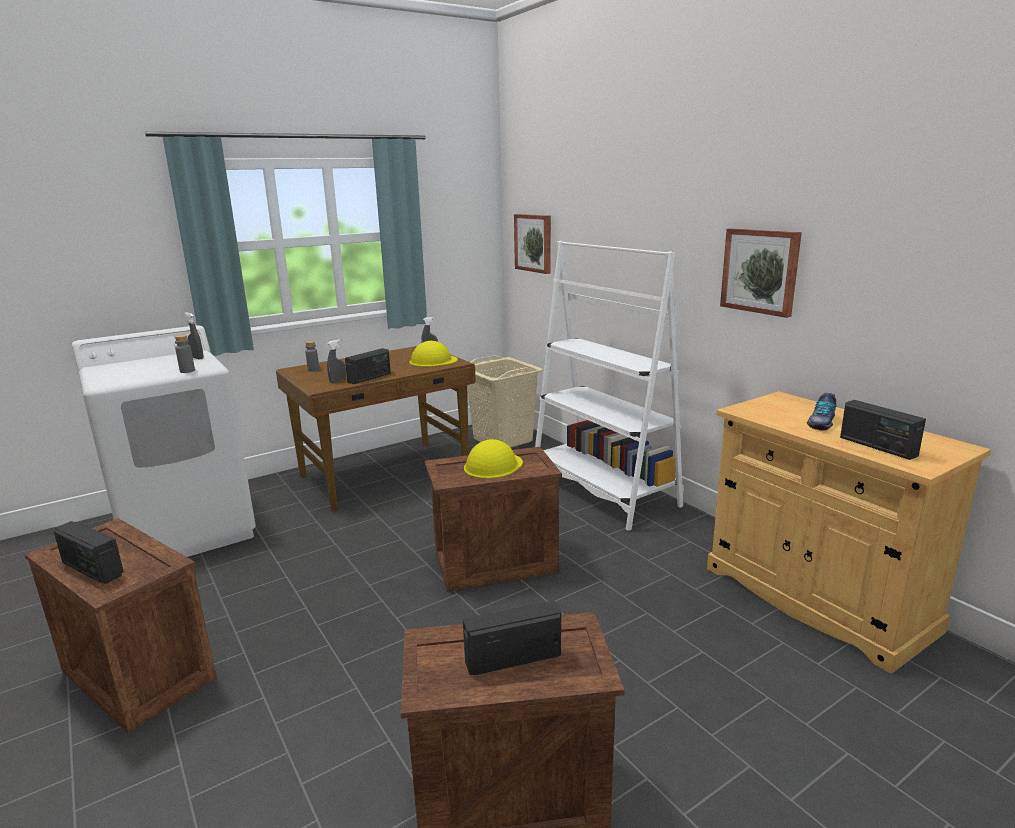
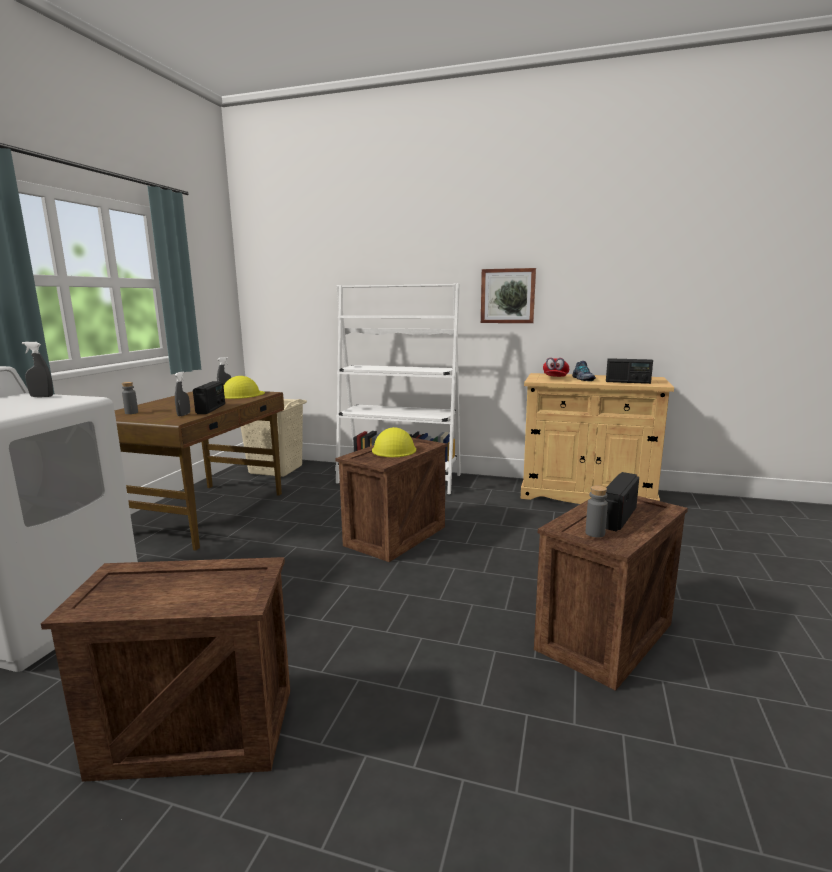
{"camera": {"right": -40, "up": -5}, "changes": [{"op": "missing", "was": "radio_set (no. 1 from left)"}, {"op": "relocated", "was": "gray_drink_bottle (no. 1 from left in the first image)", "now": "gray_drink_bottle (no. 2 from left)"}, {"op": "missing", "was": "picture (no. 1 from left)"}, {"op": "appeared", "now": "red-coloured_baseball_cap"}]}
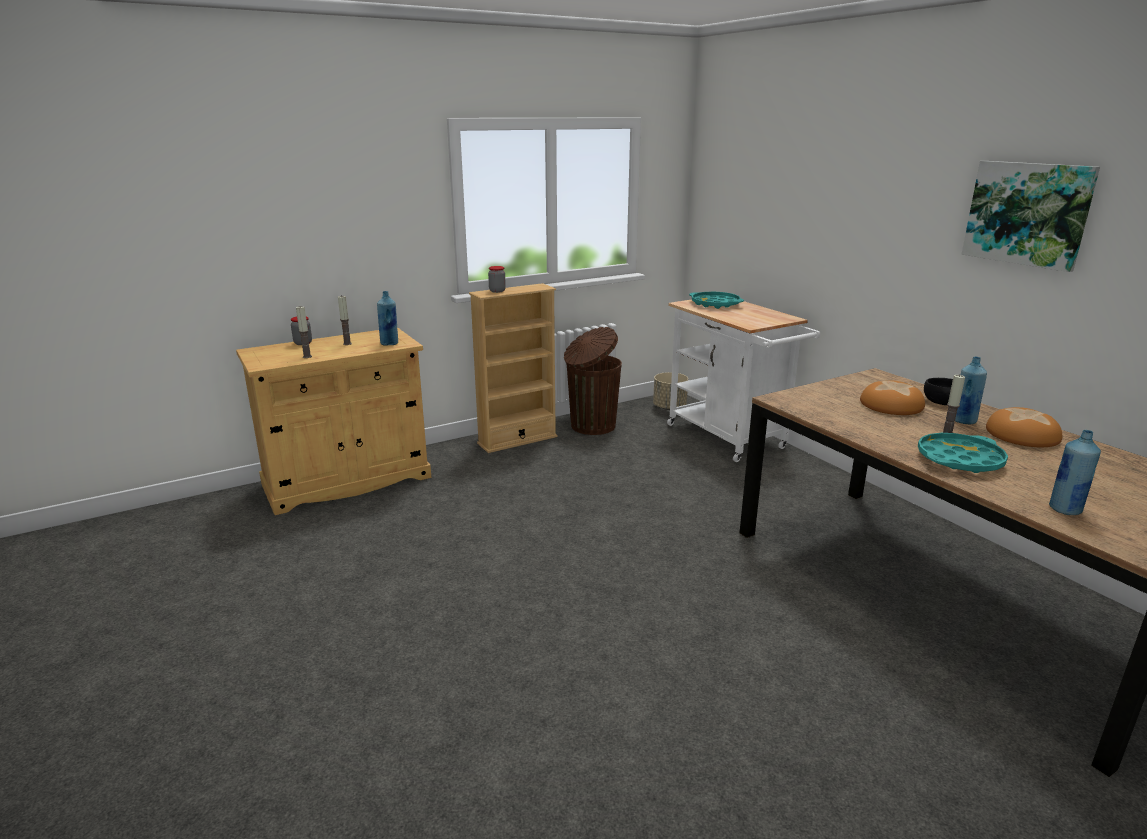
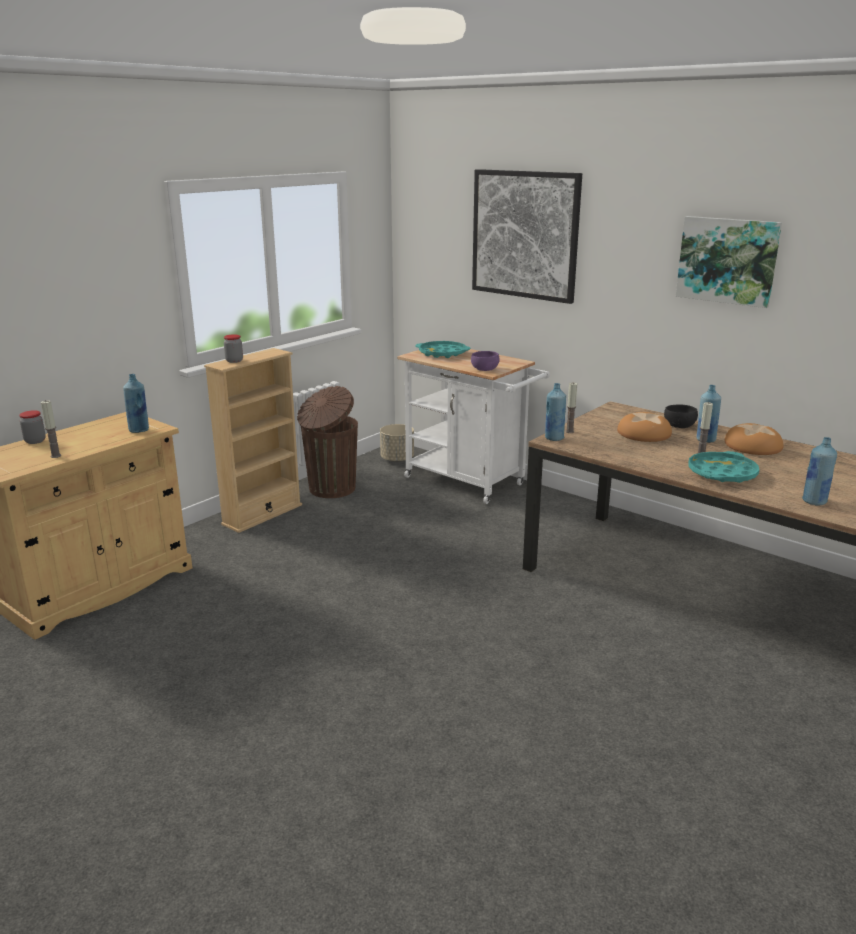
{"camera": {"right": -20, "up": 0}, "changes": [{"op": "relocated", "was": "wax_candle (no. 2 from left)"}, {"op": "appeared", "now": "purple-coloured_deep_dish"}, {"op": "appeared", "now": "picture (no. 1 from left)"}, {"op": "appeared", "now": "blue-coloured_drink_bottle (no. 2 from left)"}]}
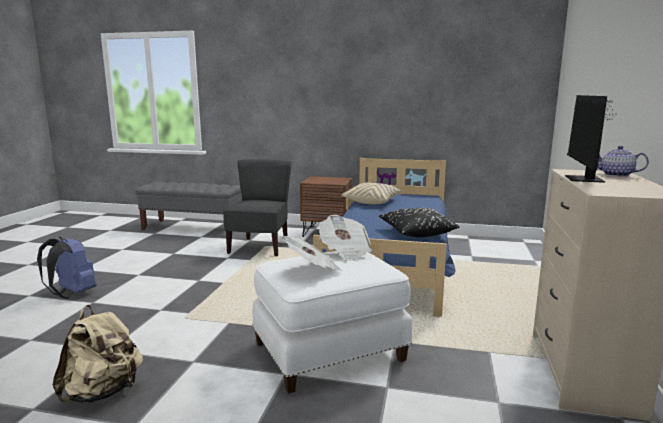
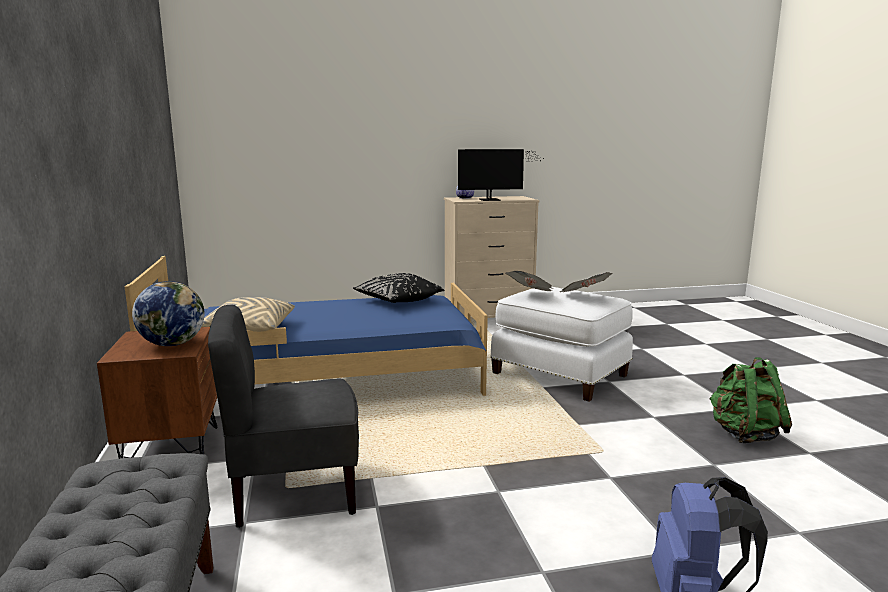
{"camera": {"right": -115, "up": 0}, "changes": [{"op": "colour", "was": "beige-coloured_knapsack", "now": "green_knapsack"}, {"op": "appeared", "now": "desk_globe"}]}
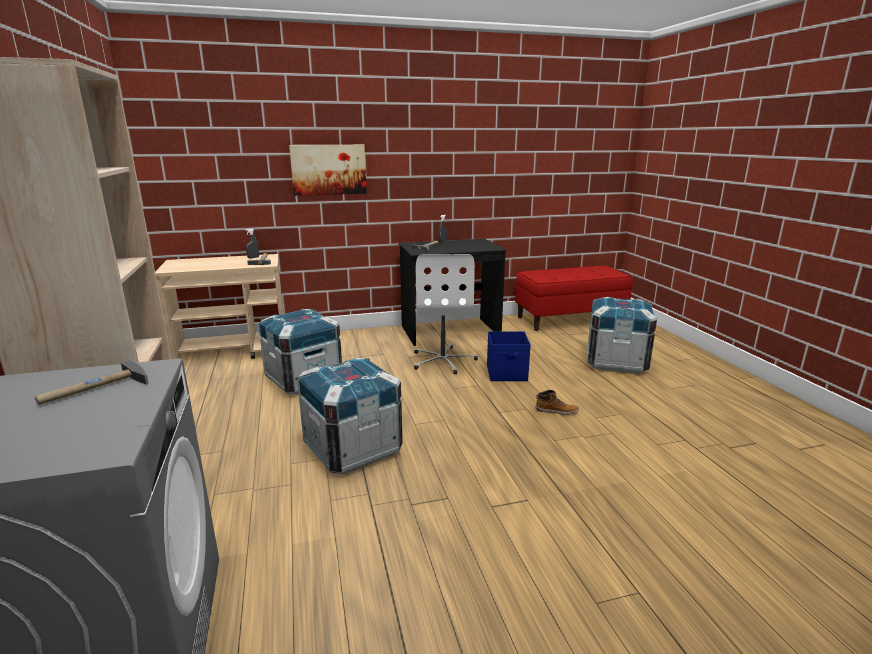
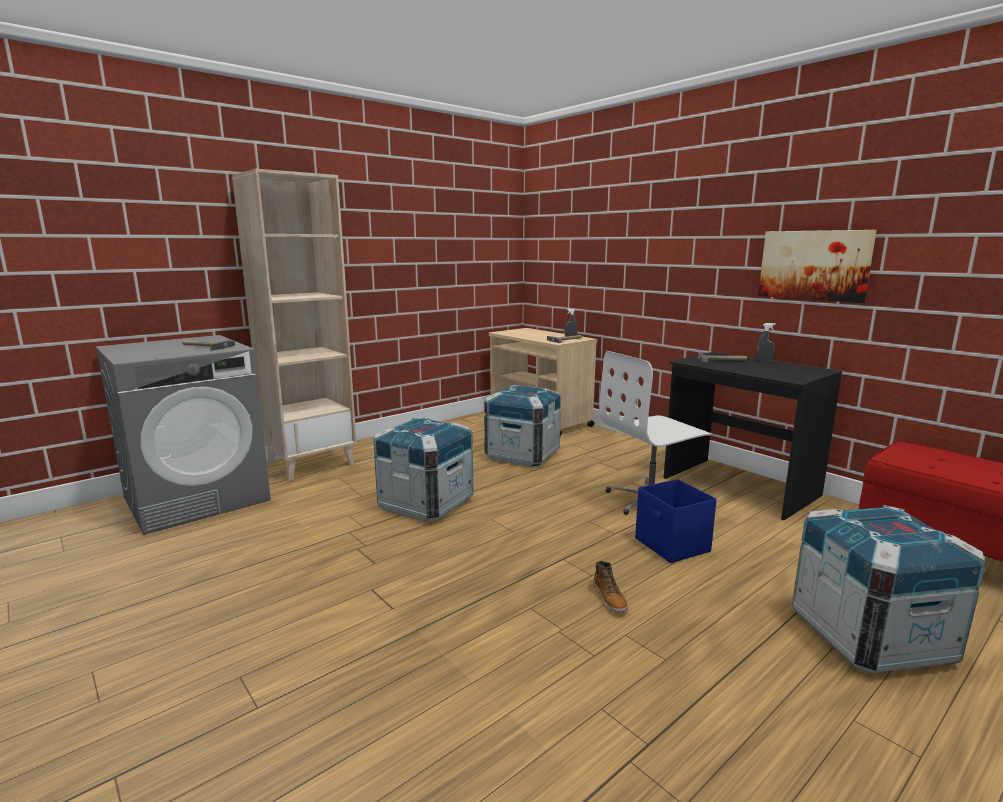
{"camera": {"right": 65, "up": -5}, "changes": [{"op": "relocated", "was": "picture"}]}
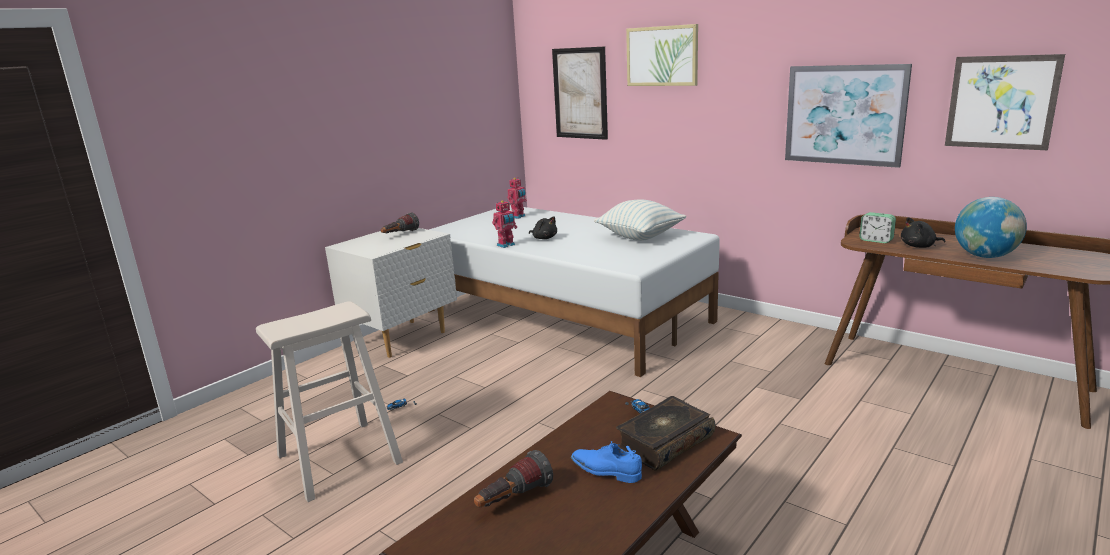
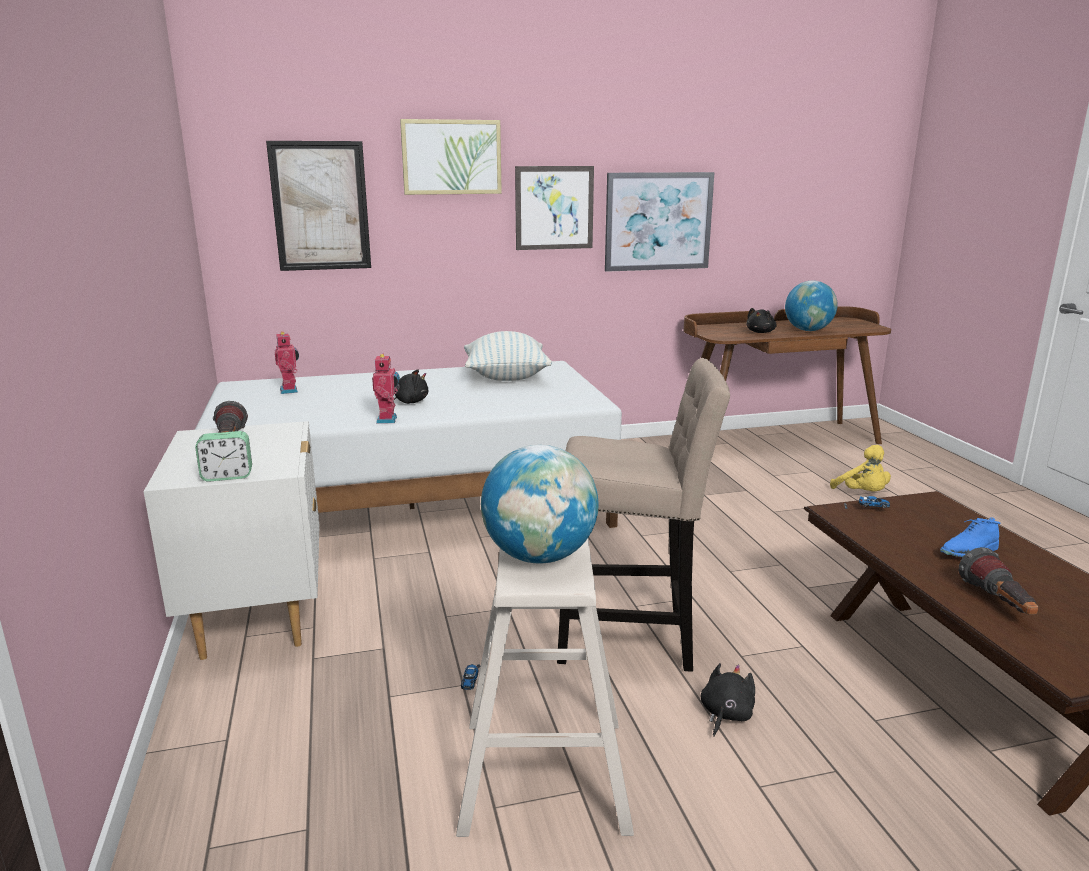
{"camera": {"right": -55, "up": 0}, "changes": [{"op": "missing", "was": "bound_book"}, {"op": "relocated", "was": "alarm_clock"}, {"op": "relocated", "was": "picture (no. 4 from left in the first image)", "now": "picture (no. 3 from left)"}, {"op": "appeared", "now": "desk_globe (no. 1 from left)"}, {"op": "appeared", "now": "beige-coloured_stool (no. 2 from left)"}, {"op": "appeared", "now": "black_cuddly_toy (no. 2 from left)"}, {"op": "appeared", "now": "yellow-coloured_cuddly_toy"}]}
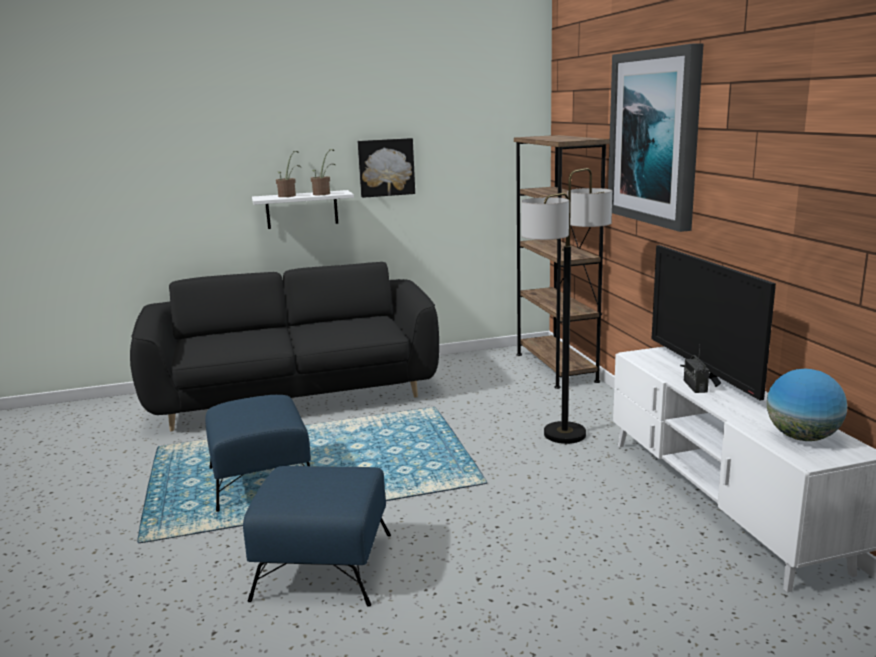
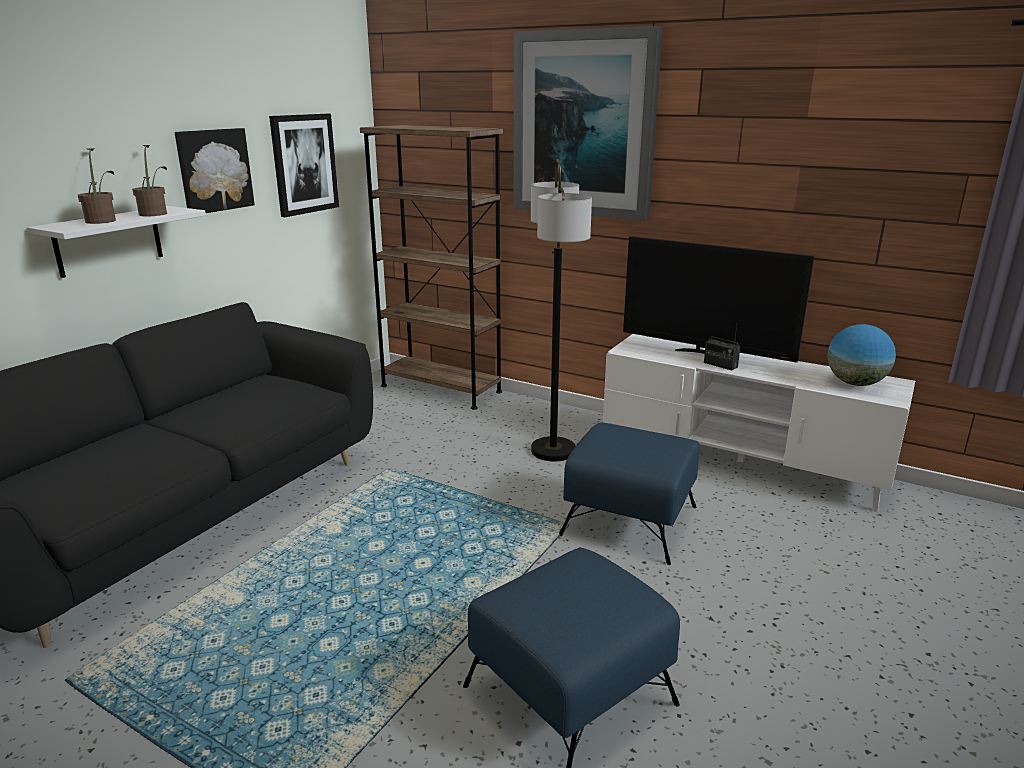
{"camera": {"right": -45, "up": 5}, "changes": [{"op": "relocated", "was": "blue-coloured_footrest (no. 1 from left in the first image)", "now": "blue-coloured_footrest (no. 2 from left)"}, {"op": "appeared", "now": "picture (no. 2 from left)"}]}
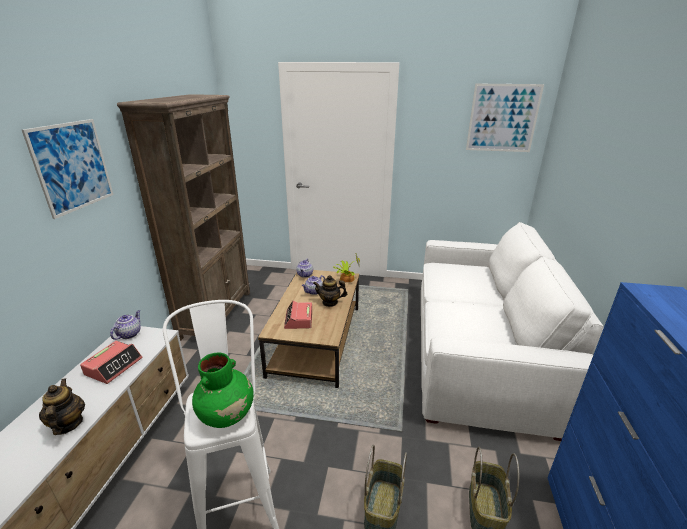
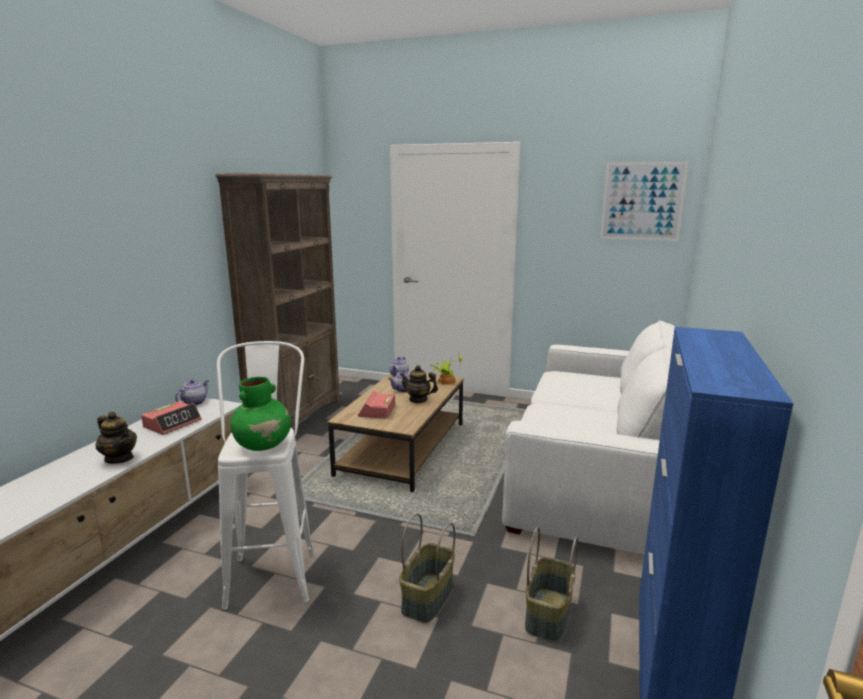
{"camera": {"right": 10, "up": -10}, "changes": [{"op": "missing", "was": "picture (no. 1 from left)"}, {"op": "spun", "was": "teapot (no. 1 from left)", "clockwise": 135}]}
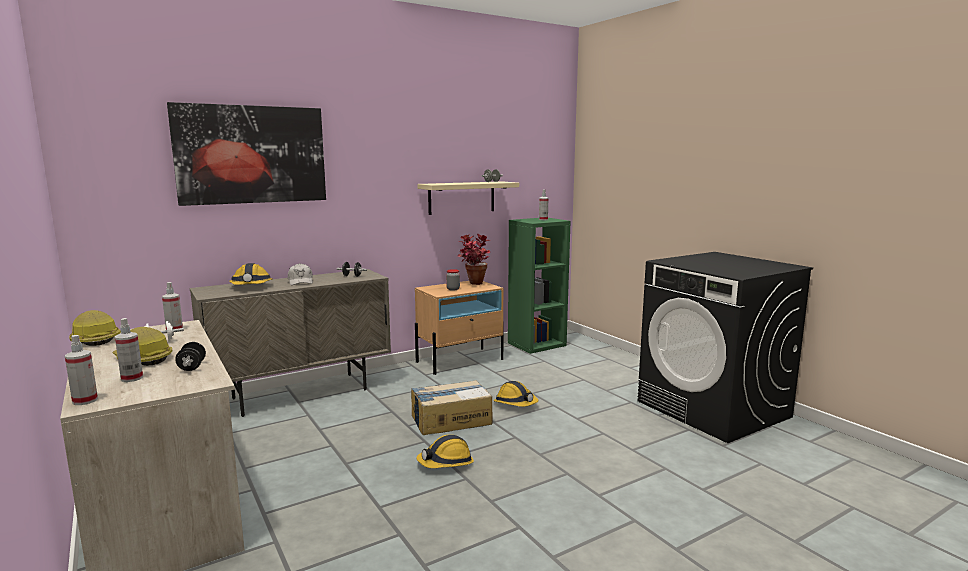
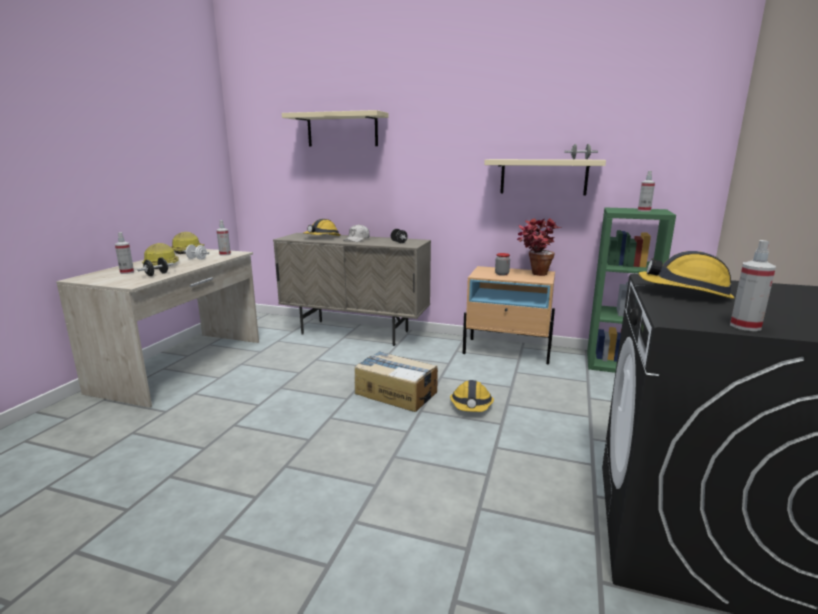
{"camera": {"right": 50, "up": 5}, "changes": [{"op": "relocated", "was": "sprayer (no. 1 from left in the first image)", "now": "sprayer (no. 4 from left)"}, {"op": "exchanged", "was": "picture", "now": "beige-coloured_shelf (no. 1 from left)"}, {"op": "relocated", "was": "safety_helmet (no. 4 from left in the first image)", "now": "safety_helmet (no. 5 from left)"}]}
